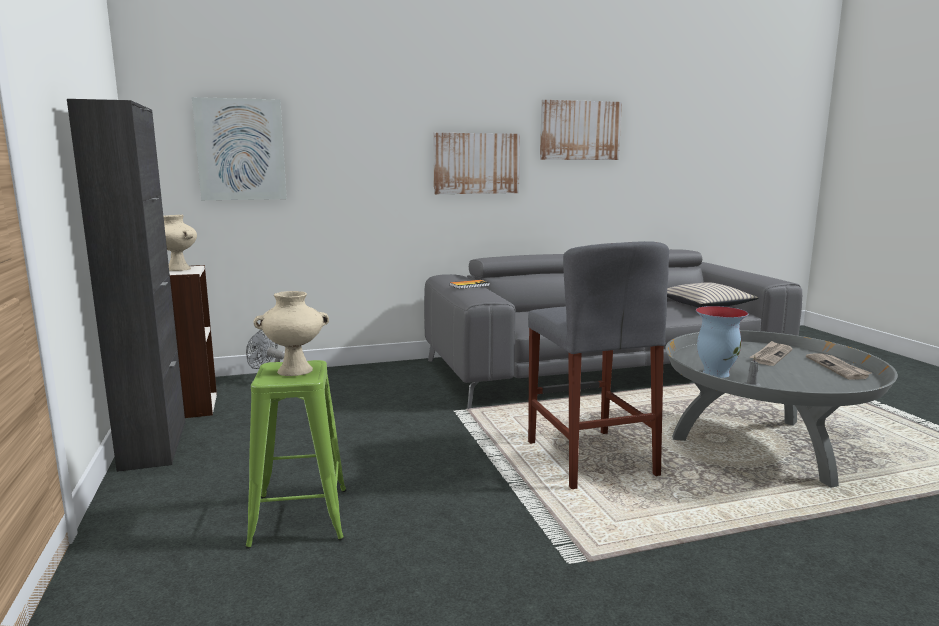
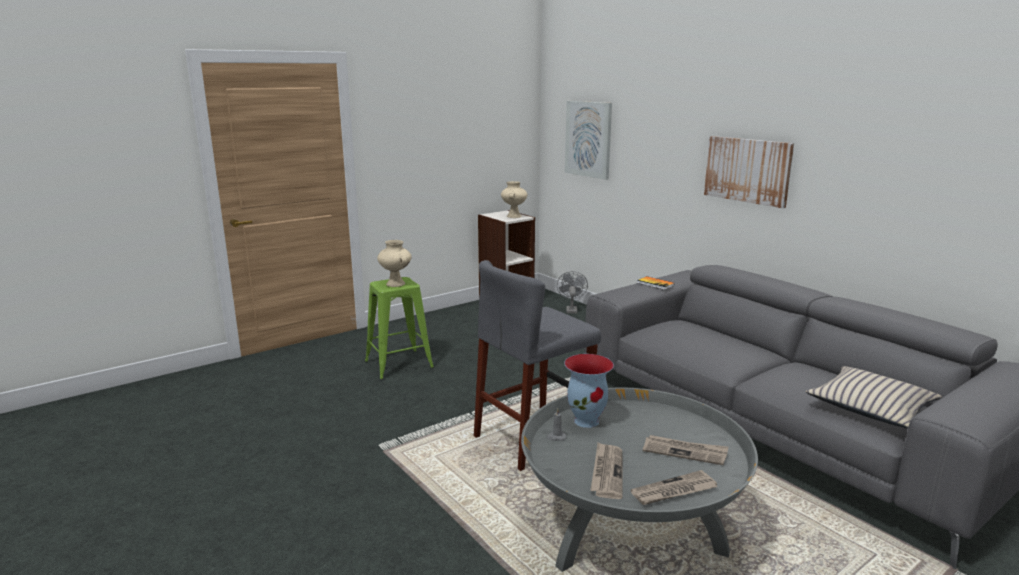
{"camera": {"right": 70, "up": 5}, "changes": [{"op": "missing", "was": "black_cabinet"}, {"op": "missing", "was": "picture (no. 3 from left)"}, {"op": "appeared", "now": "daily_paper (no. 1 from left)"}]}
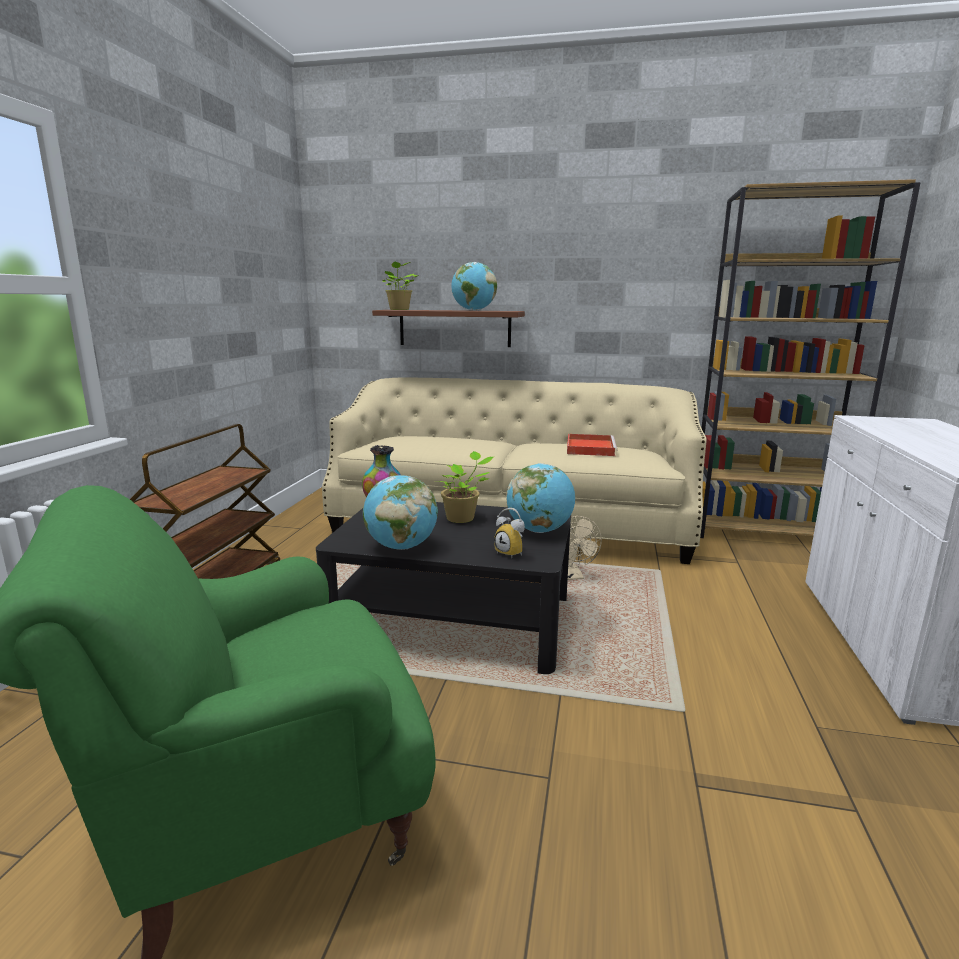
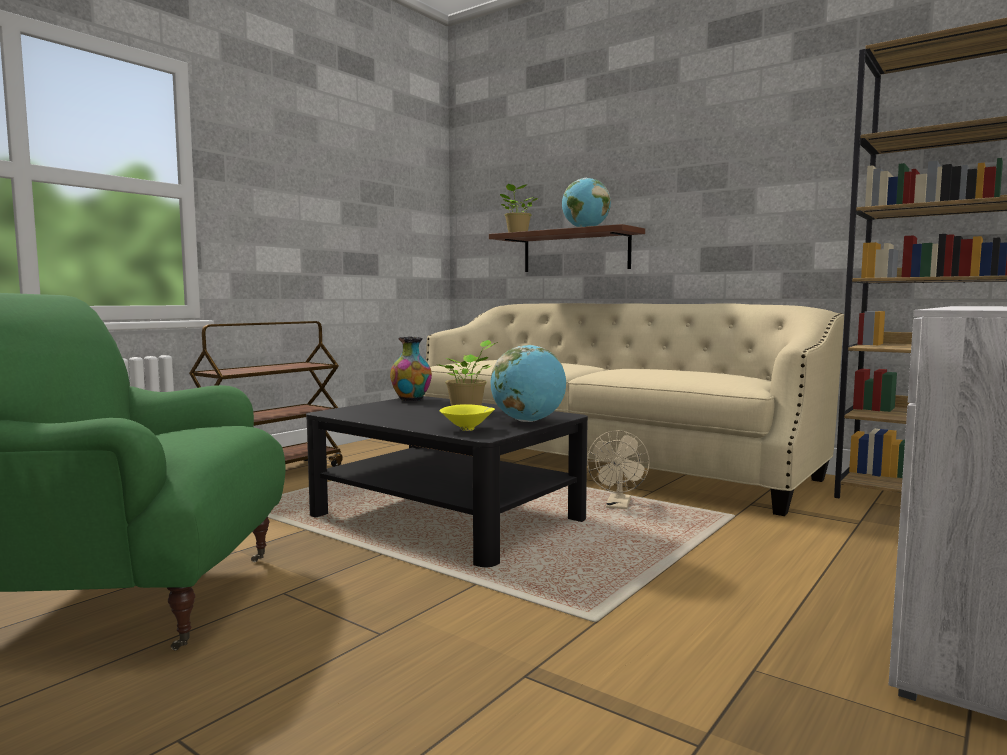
{"camera": {"right": 25, "up": -10}, "changes": [{"op": "missing", "was": "desk_globe (no. 1 from left)"}, {"op": "exchanged", "was": "alarm_clock", "now": "yellow-coloured_deep_dish"}, {"op": "missing", "was": "red-coloured_serving_tray"}]}
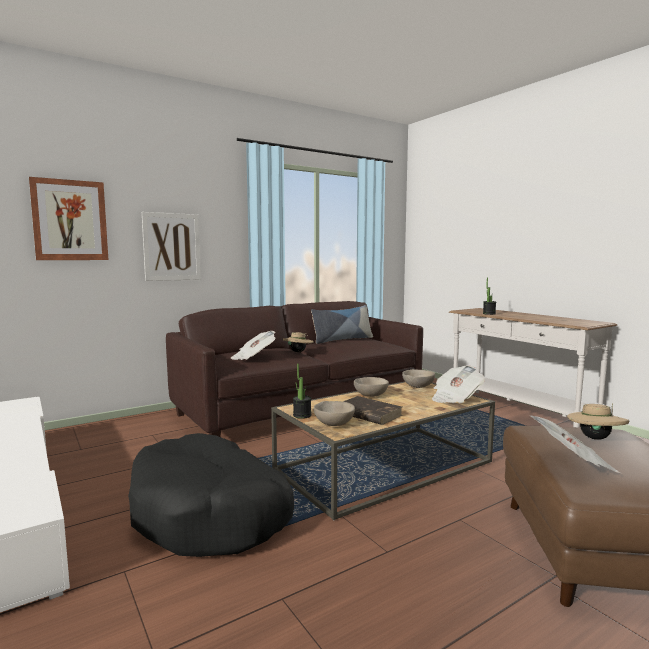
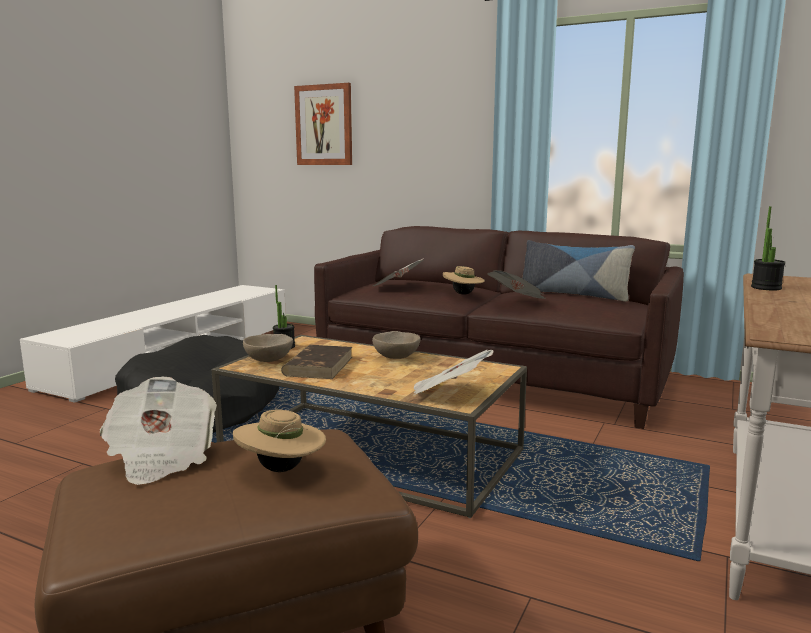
{"camera": {"right": 60, "up": 5}, "changes": [{"op": "missing", "was": "picture (no. 2 from left)"}, {"op": "missing", "was": "beige-coloured_deep_dish (no. 3 from left)"}, {"op": "appeared", "now": "daily_paper (no. 4 from left)"}]}
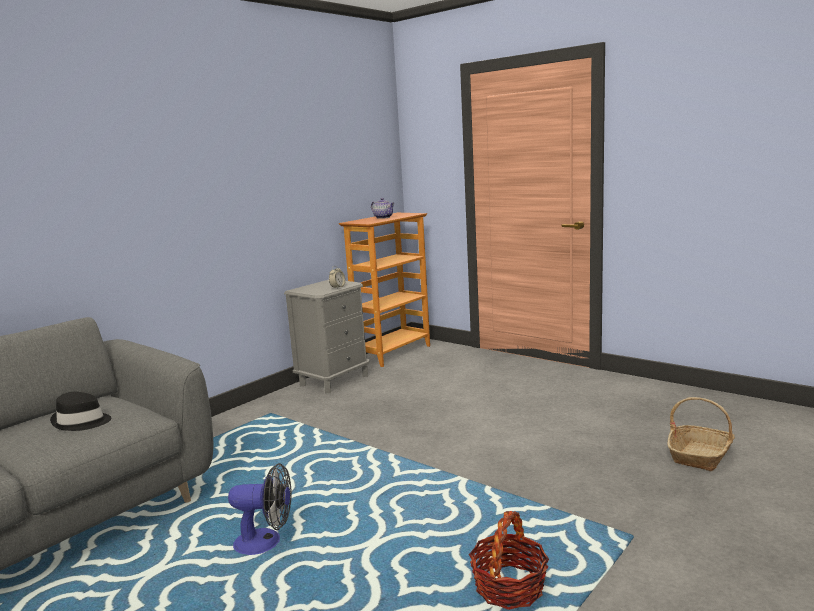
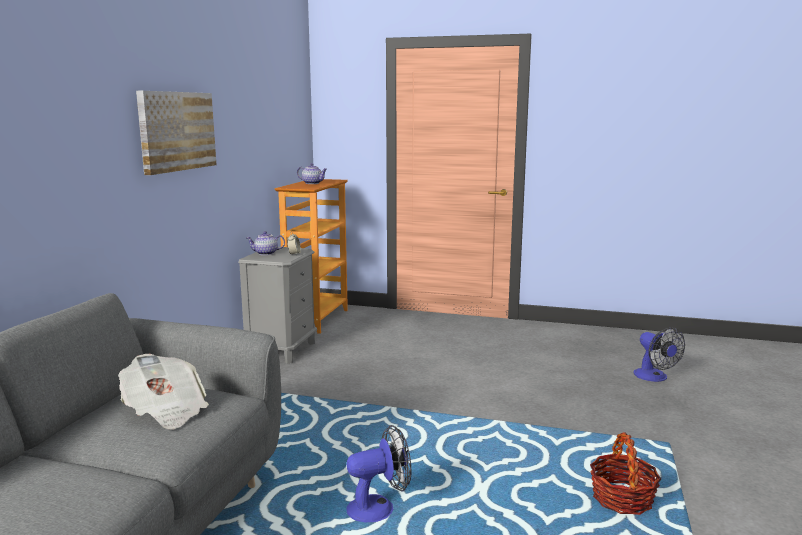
{"camera": {"right": -25, "up": 0}, "changes": [{"op": "exchanged", "was": "black_clothing_hat", "now": "daily_paper"}, {"op": "exchanged", "was": "household_basket (no. 2 from left)", "now": "electric_fan (no. 2 from left)"}, {"op": "appeared", "now": "picture"}, {"op": "appeared", "now": "teapot (no. 1 from left)"}]}
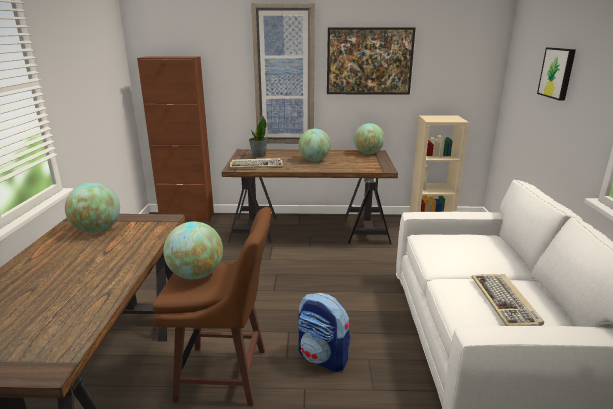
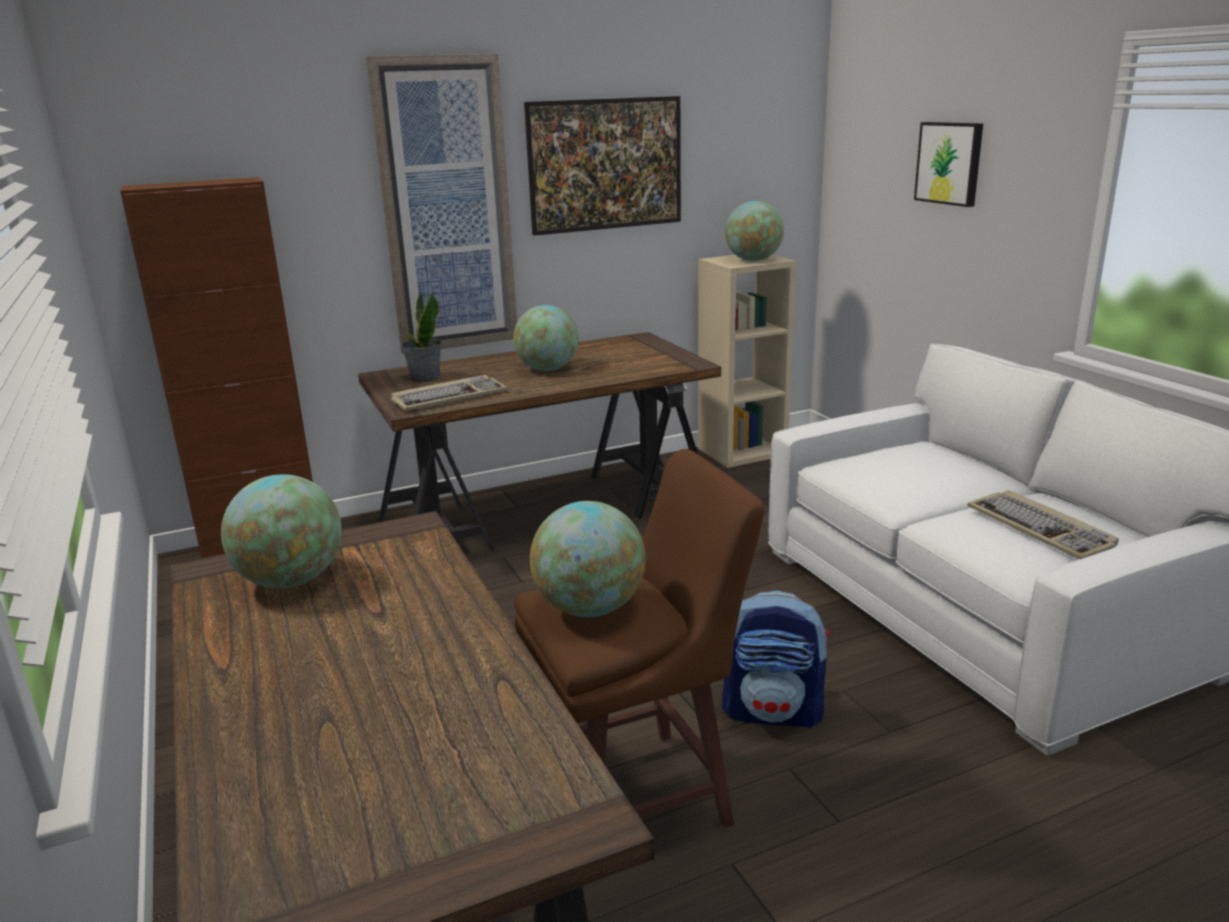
{"camera": {"right": -25, "up": 0}, "changes": [{"op": "relocated", "was": "desk_globe (no. 4 from left)"}]}
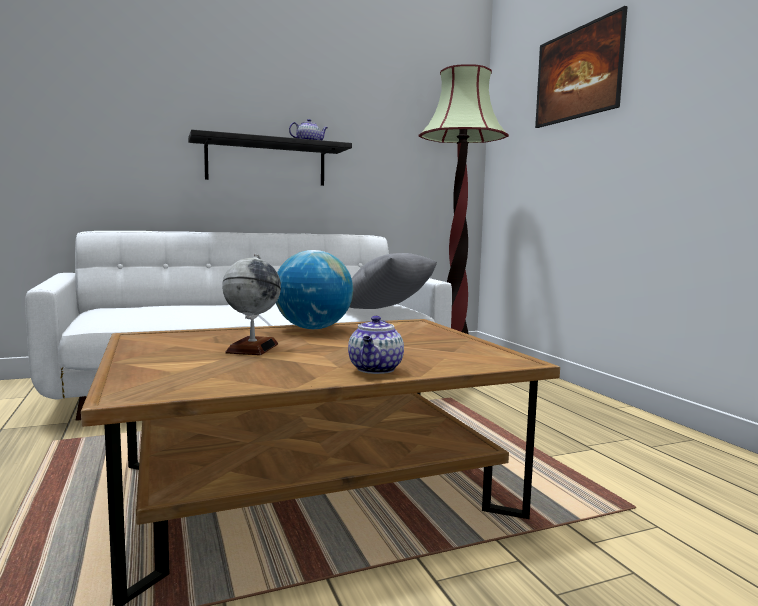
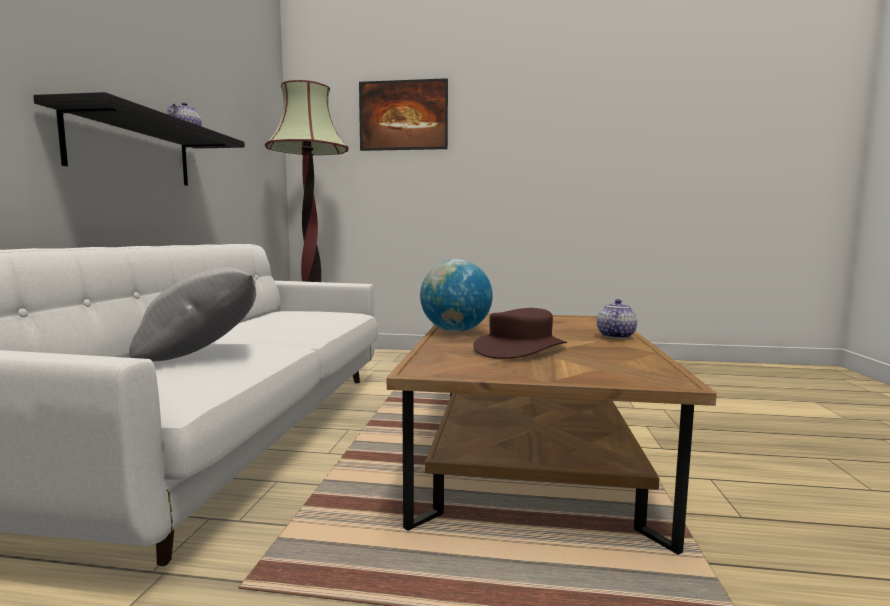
{"camera": {"right": -60, "up": 0}, "changes": [{"op": "exchanged", "was": "desk_globe (no. 1 from left)", "now": "brown_clothing_hat"}, {"op": "spun", "was": "teapot (no. 2 from left)", "clockwise": -105}, {"op": "relocated", "was": "gray_throw_pillow"}]}
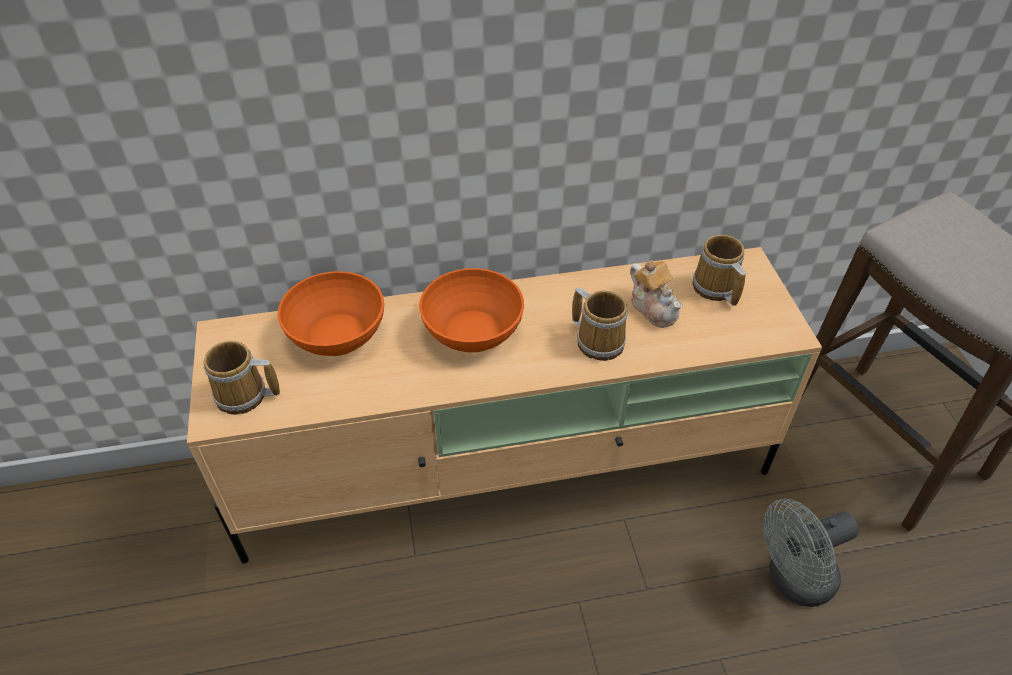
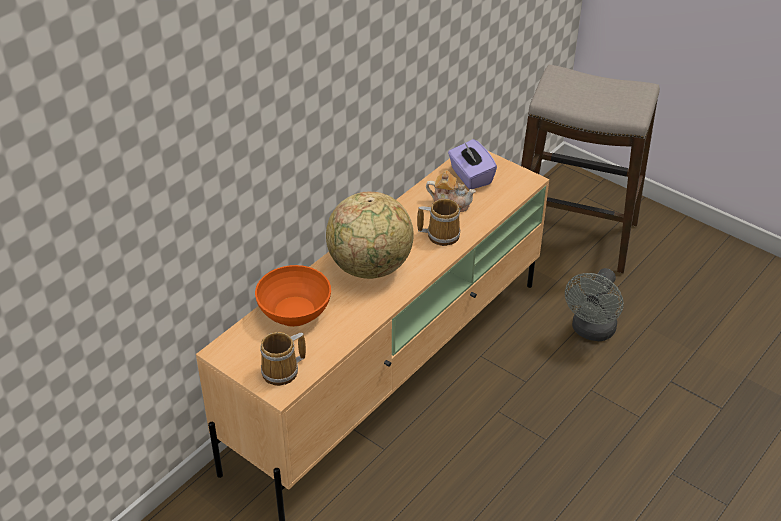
{"camera": {"right": -40, "up": -5}, "changes": [{"op": "exchanged", "was": "orange_deep_dish (no. 2 from left)", "now": "desk_globe"}, {"op": "exchanged", "was": "coffee_mug (no. 3 from left)", "now": "purple-coloured_tissue_holder"}]}
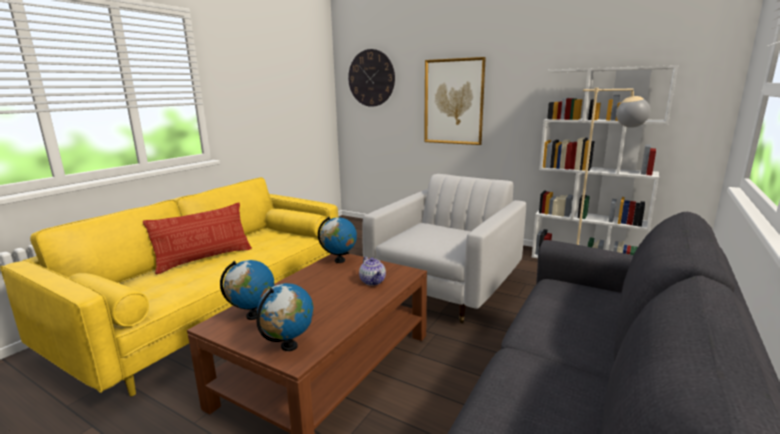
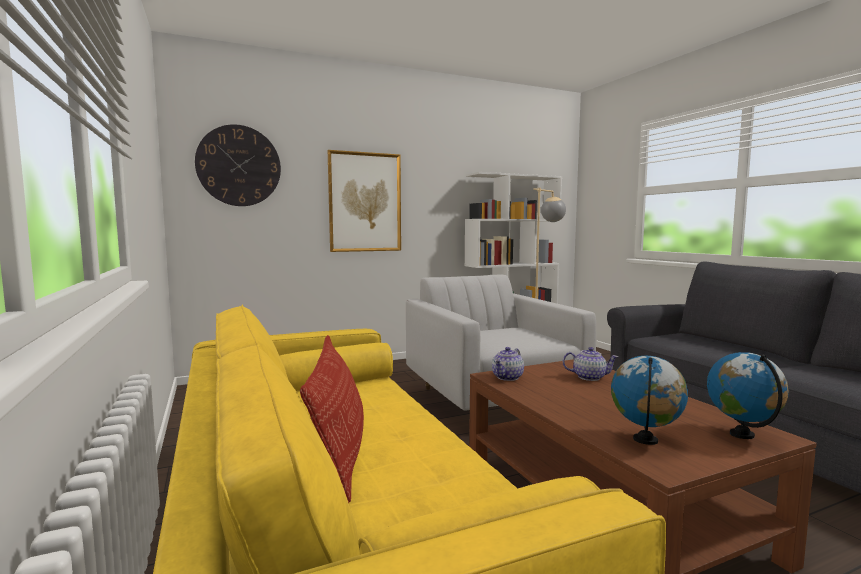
{"camera": {"right": -55, "up": -10}, "changes": [{"op": "exchanged", "was": "desk_globe (no. 3 from left)", "now": "teapot (no. 1 from left)"}]}
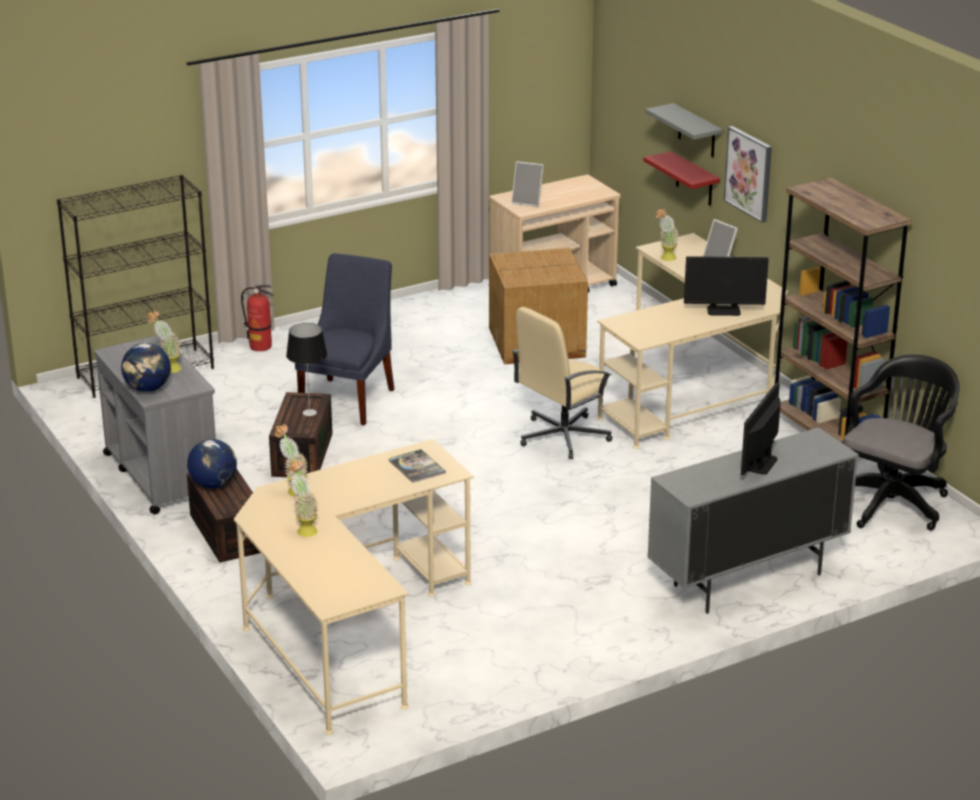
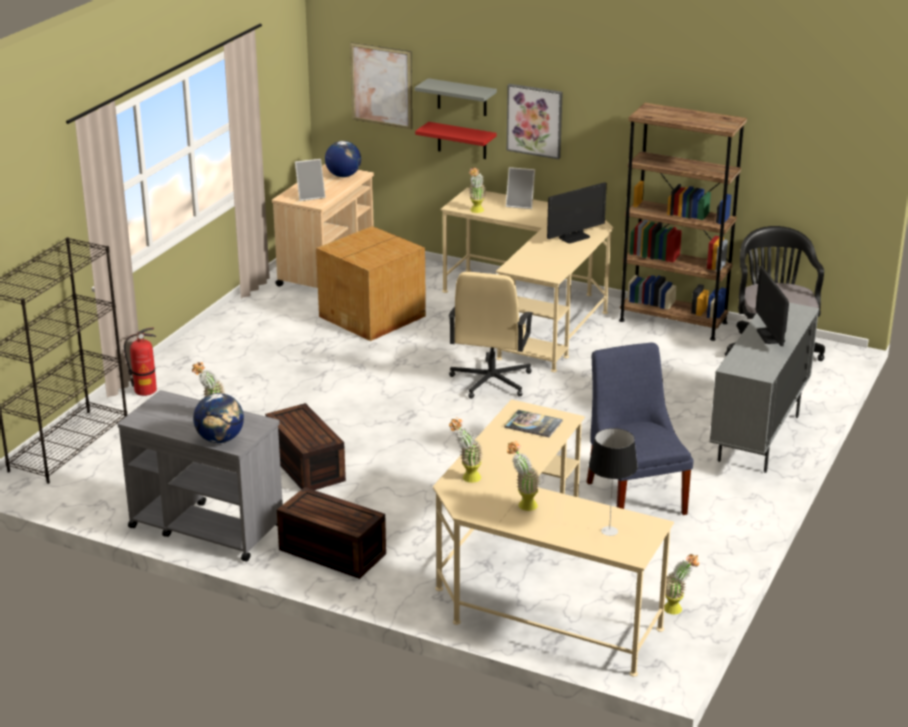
{"camera": {"right": -35, "up": 0}, "changes": [{"op": "relocated", "was": "desk_globe (no. 2 from left)"}, {"op": "relocated", "was": "tabletop_lamp"}, {"op": "relocated", "was": "blue-coloured_plain_chair"}, {"op": "appeared", "now": "picture (no. 1 from left)"}, {"op": "appeared", "now": "potted_plant (no. 5 from left)"}]}
